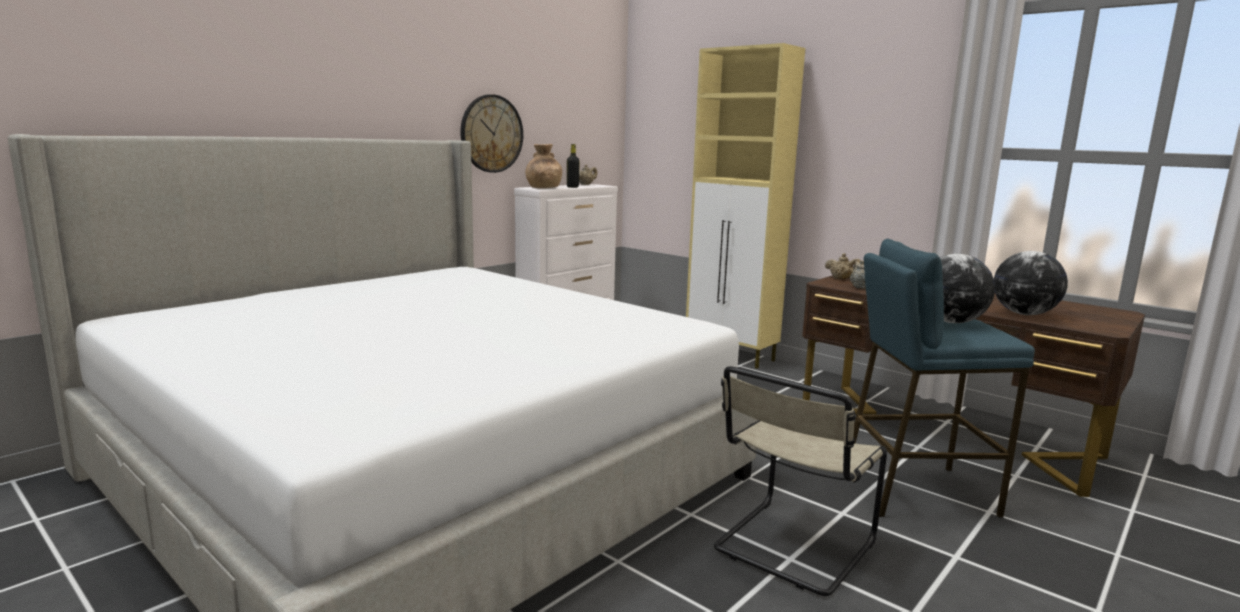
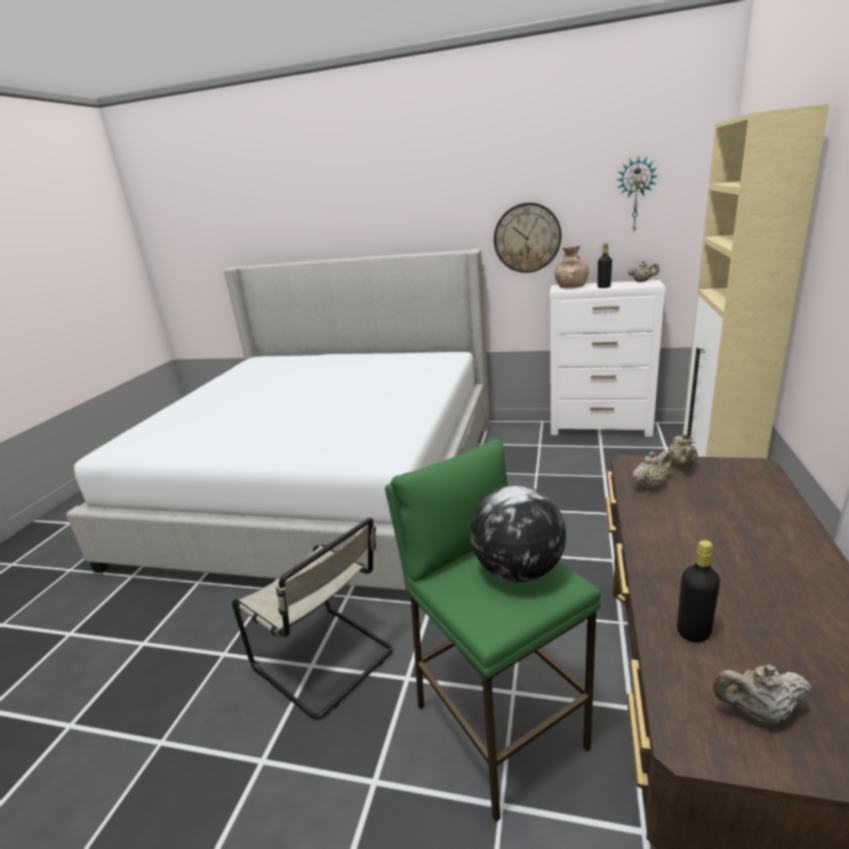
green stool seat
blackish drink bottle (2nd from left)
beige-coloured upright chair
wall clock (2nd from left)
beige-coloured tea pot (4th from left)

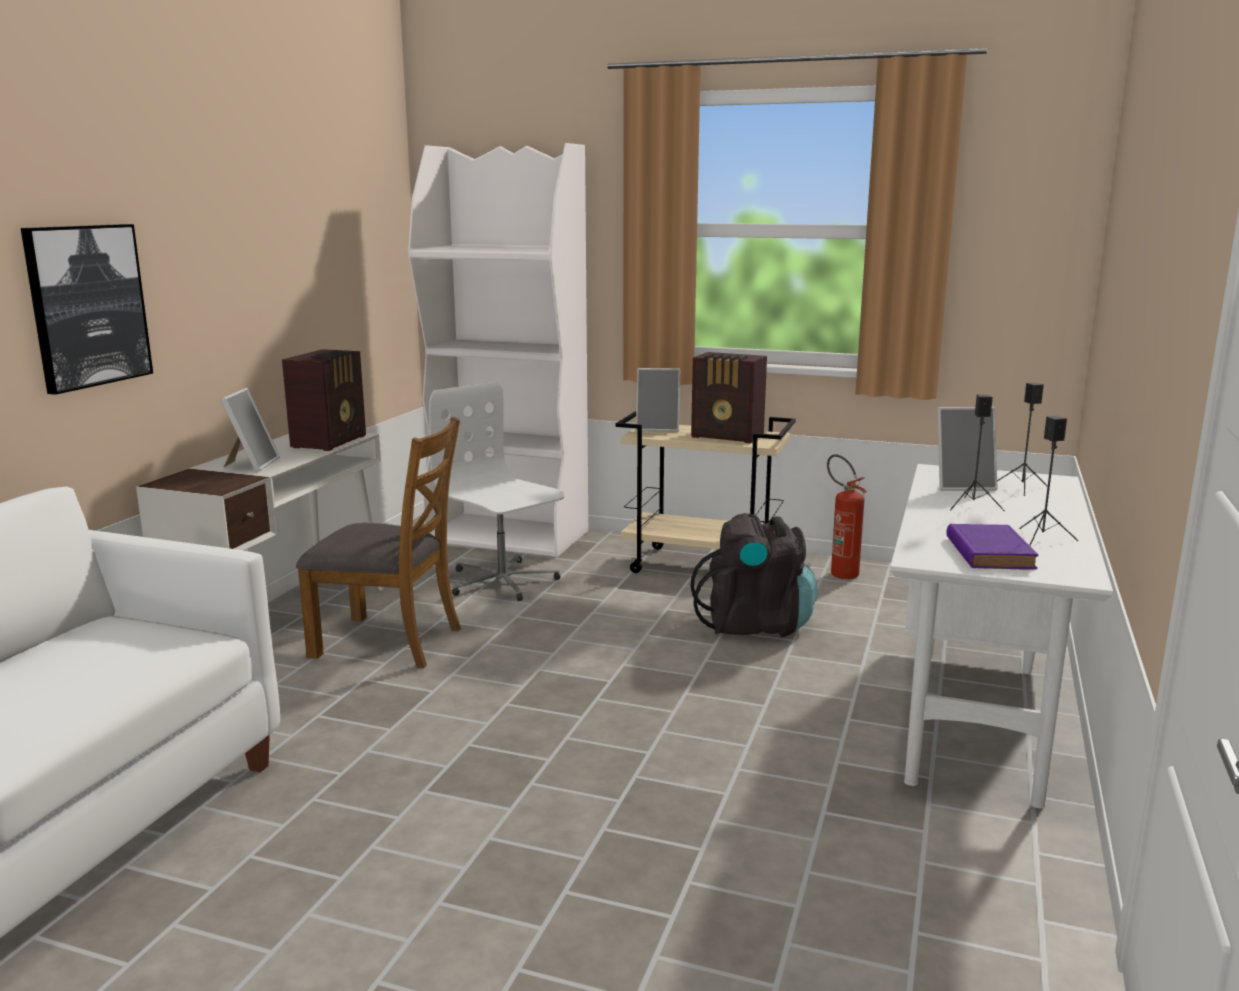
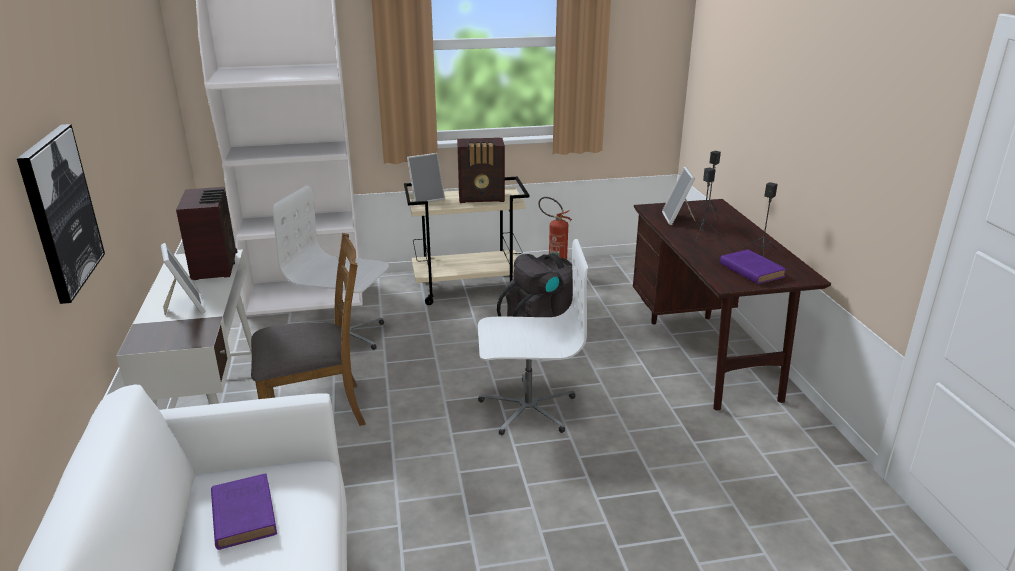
picture frame (3rd from left)
brown desk
white-coloured office chair (2nd from left)
purplish volume (1st from left)

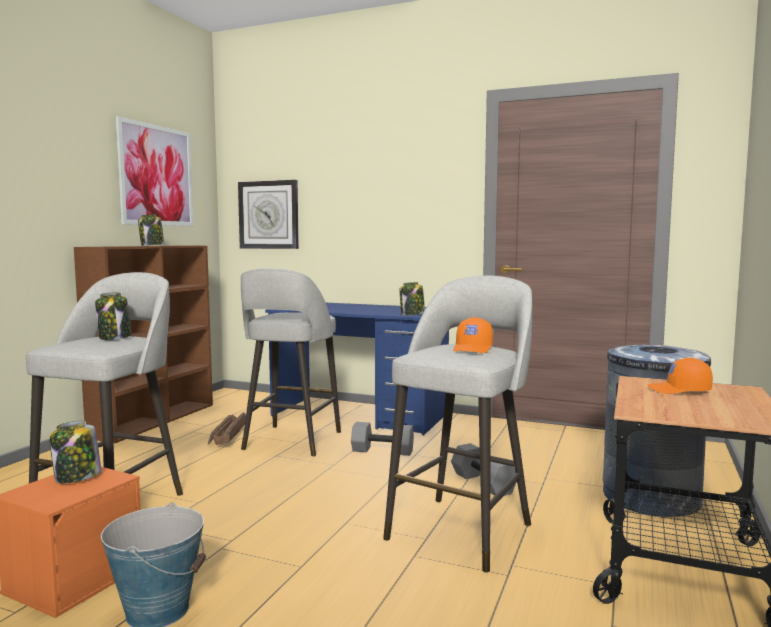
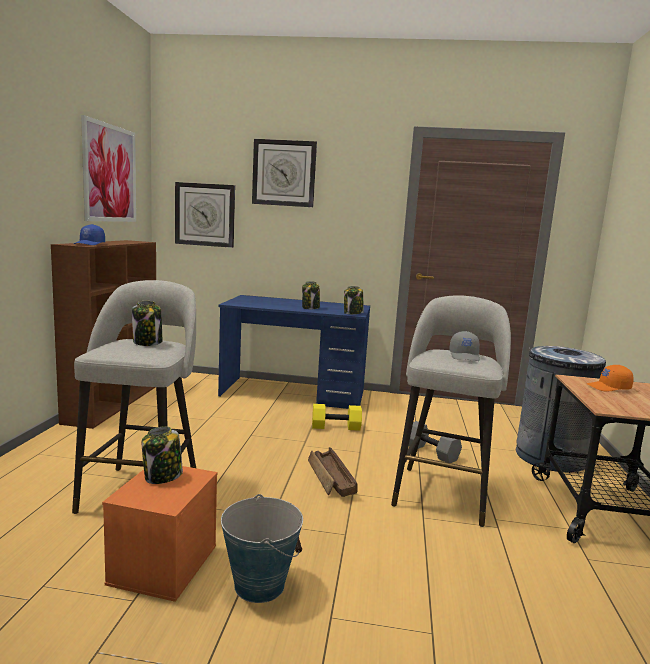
preserve jar (3rd from left)
gray stool seat (2nd from left in the first image)
gray baseball cap
packing crate
yellowish hand weight
wall clock (2nd from left)
bluish baseball cap

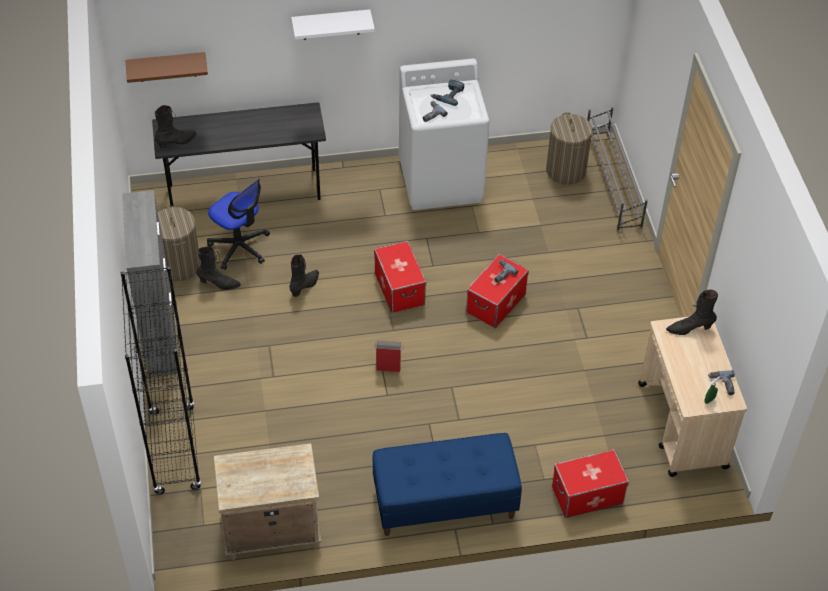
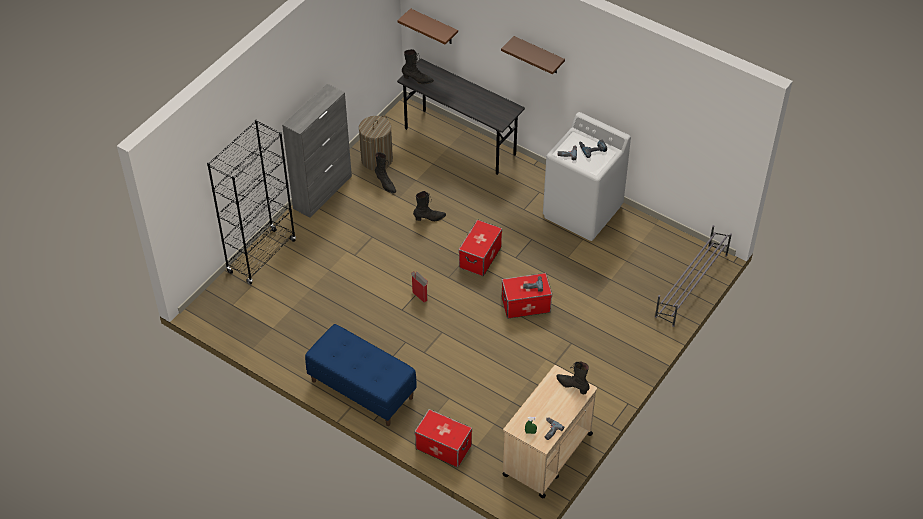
brown wall shelf (2nd from left)
hamper (2nd from left in the first image)
office chair
beige-coloured bedside table

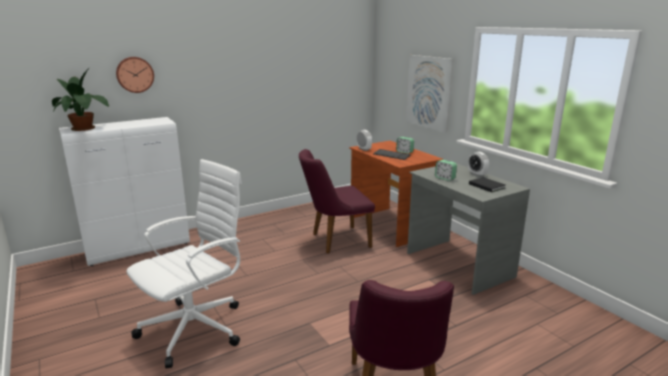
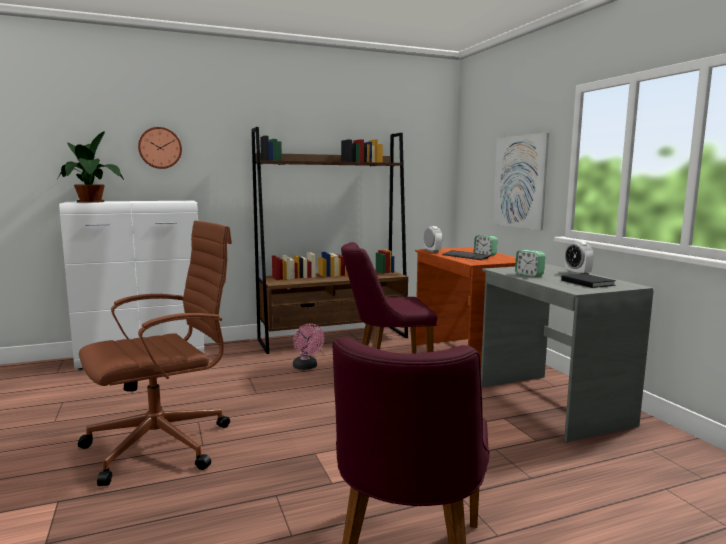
brown office chair
brown shelving unit
pink cooling fan

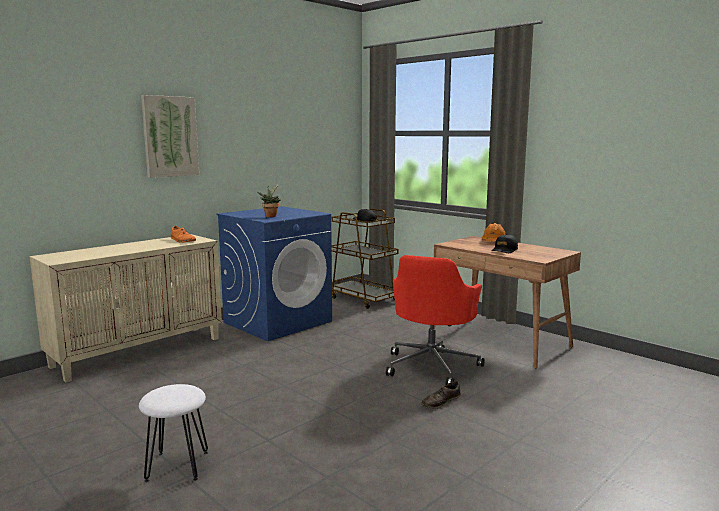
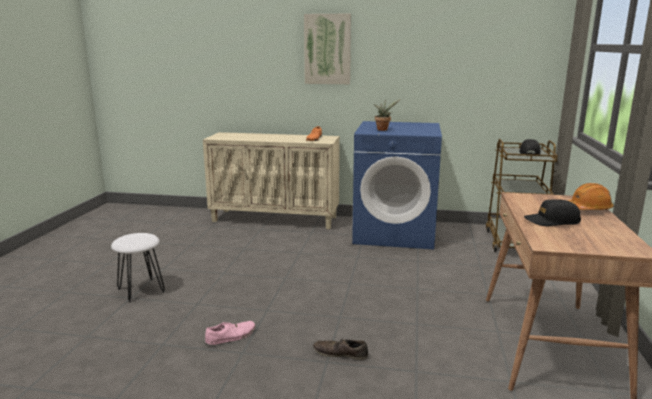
red office chair
pink low shoe

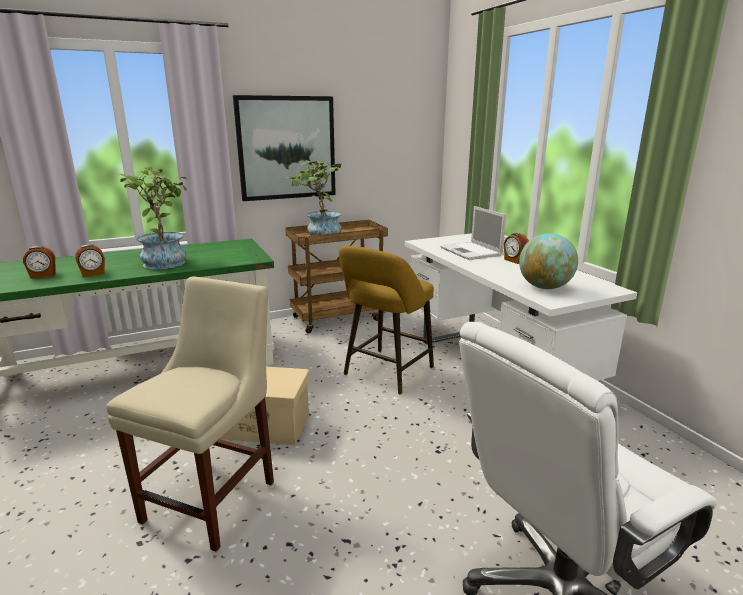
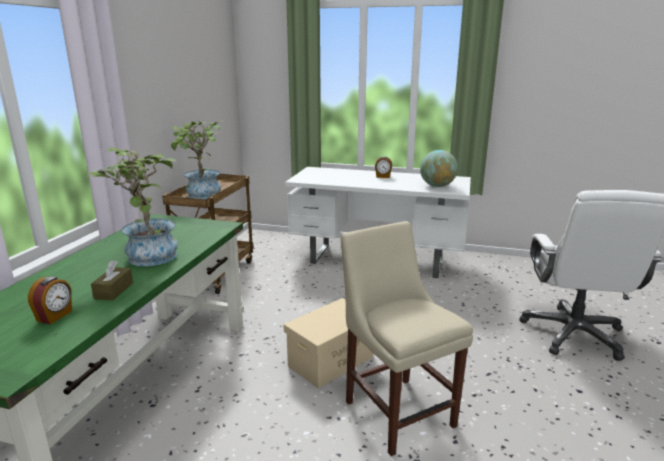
wall picture
laptop
brown box of tissues
yellowish stool seat

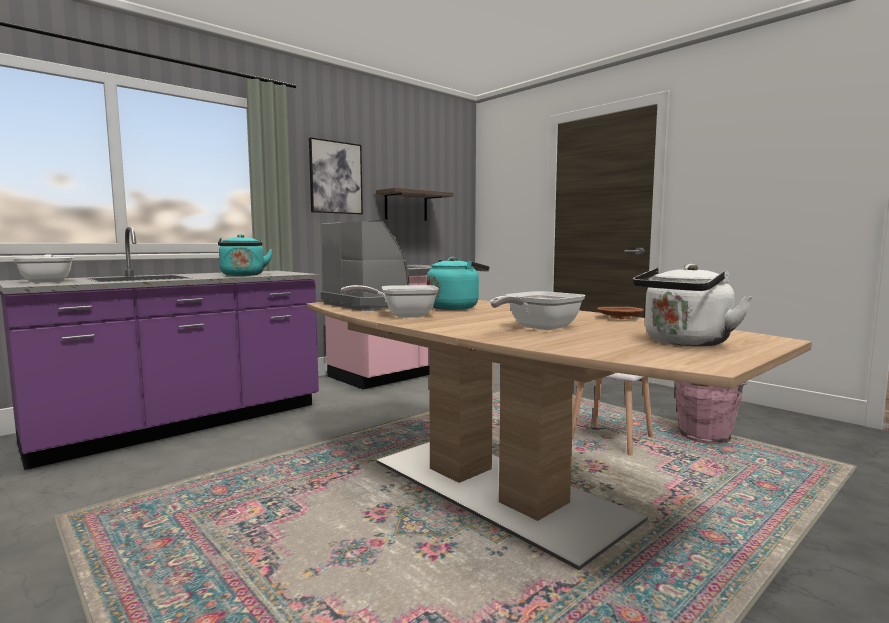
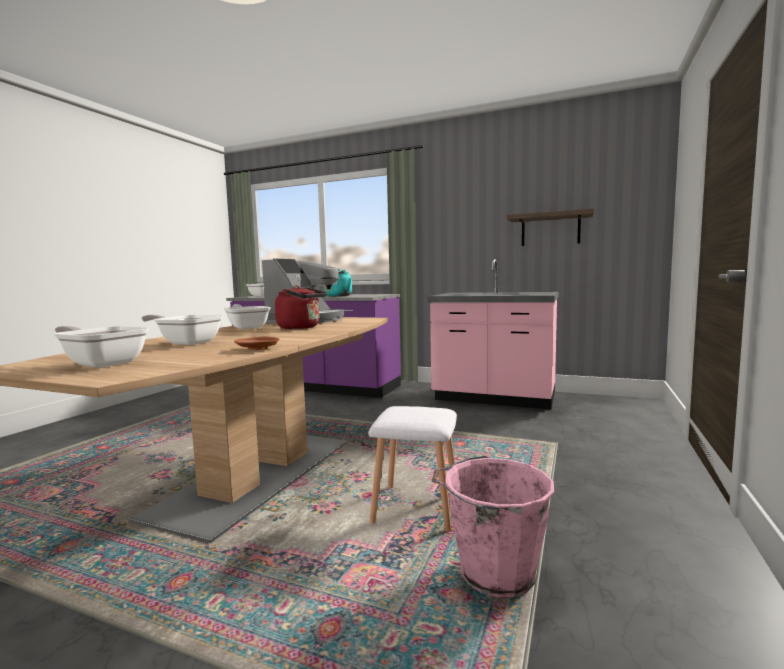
wall picture
red tea kettle
skillet (1st from left)

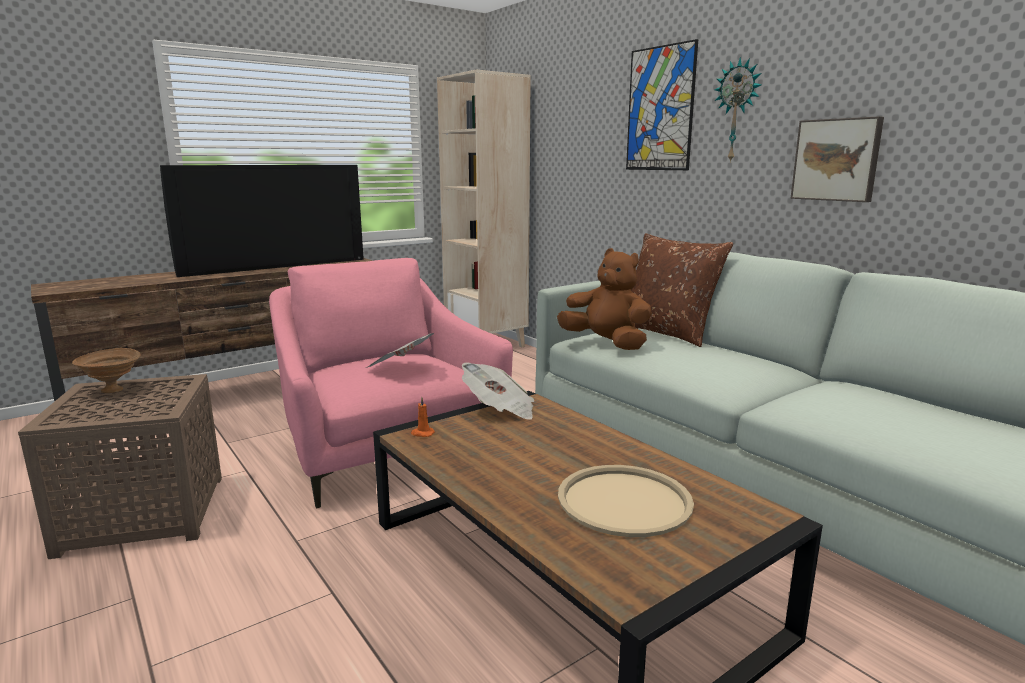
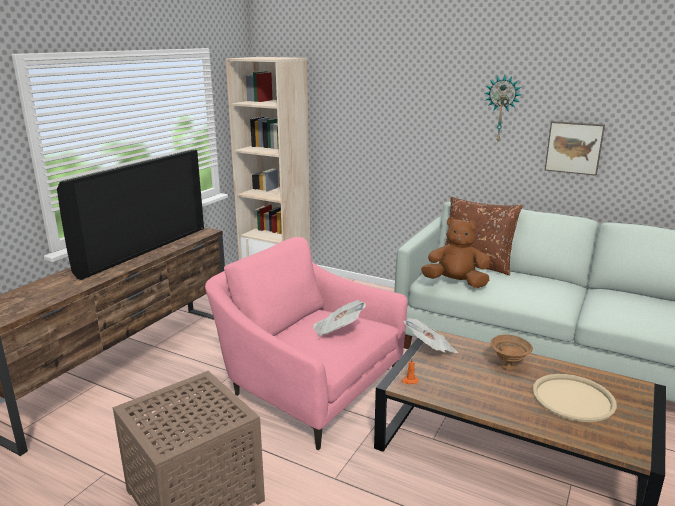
wall picture (1st from left in the first image)
brown bowl

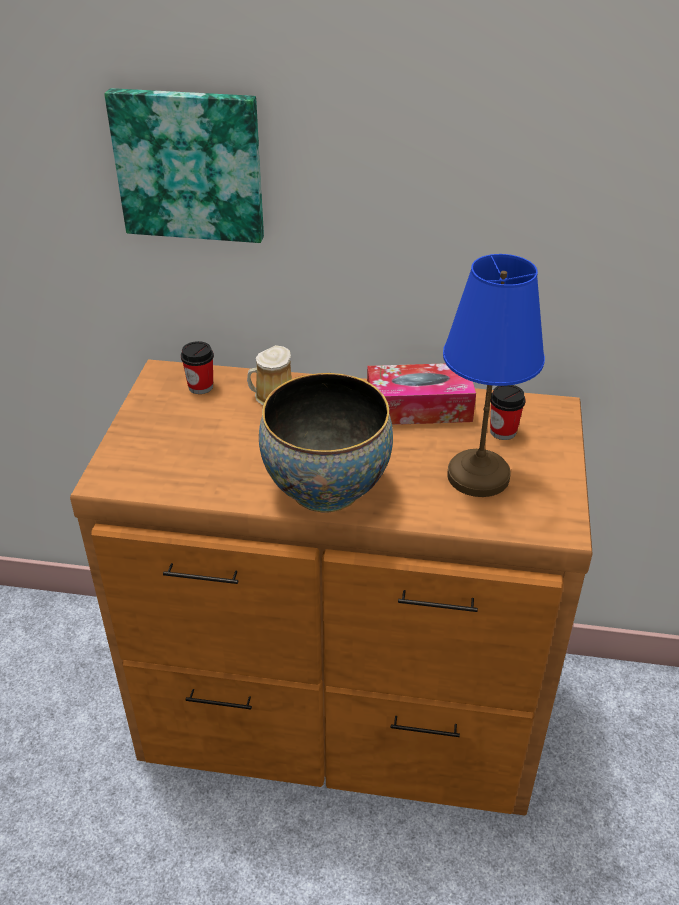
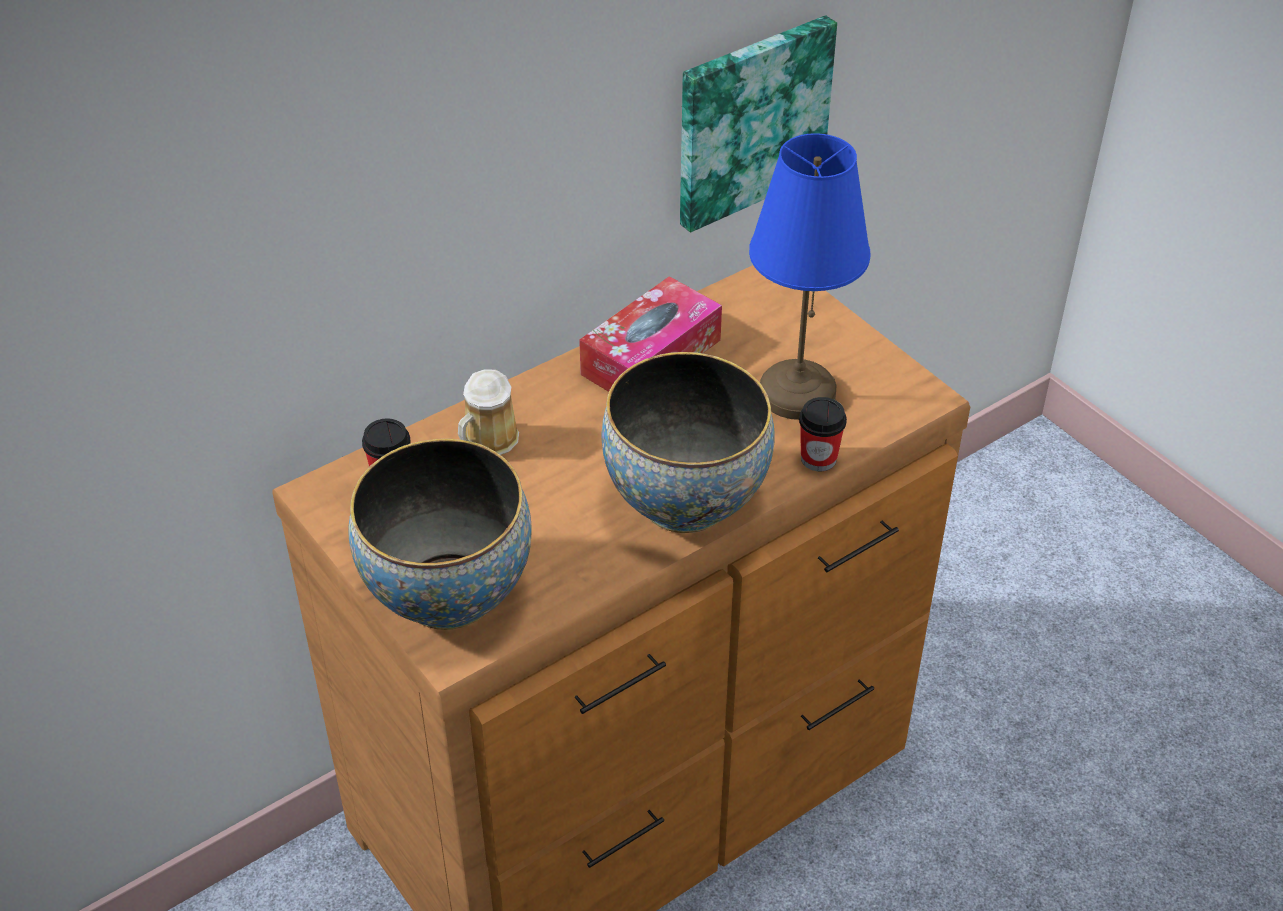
wall picture
cup (2nd from left)
bowl (1st from left)

